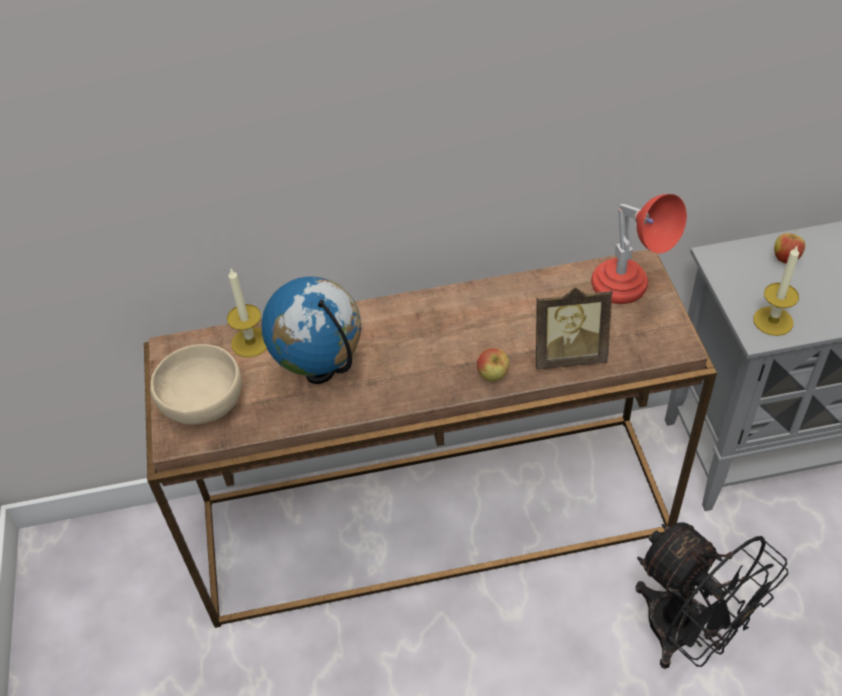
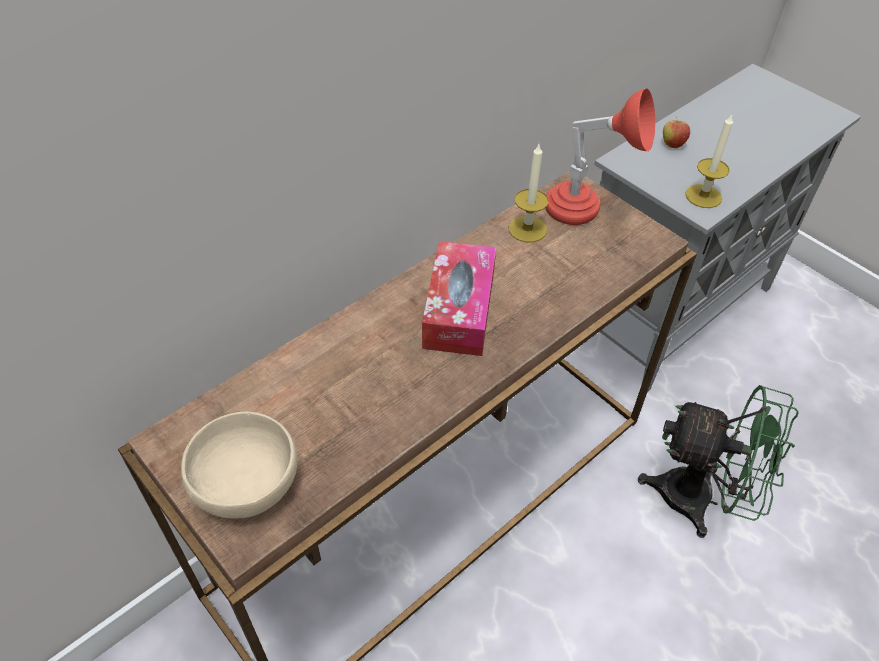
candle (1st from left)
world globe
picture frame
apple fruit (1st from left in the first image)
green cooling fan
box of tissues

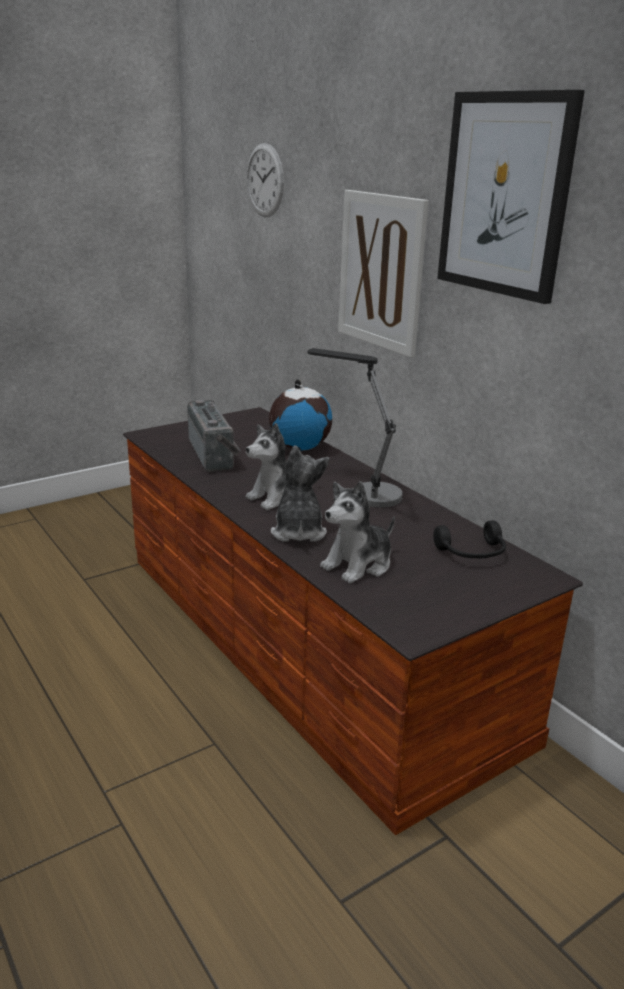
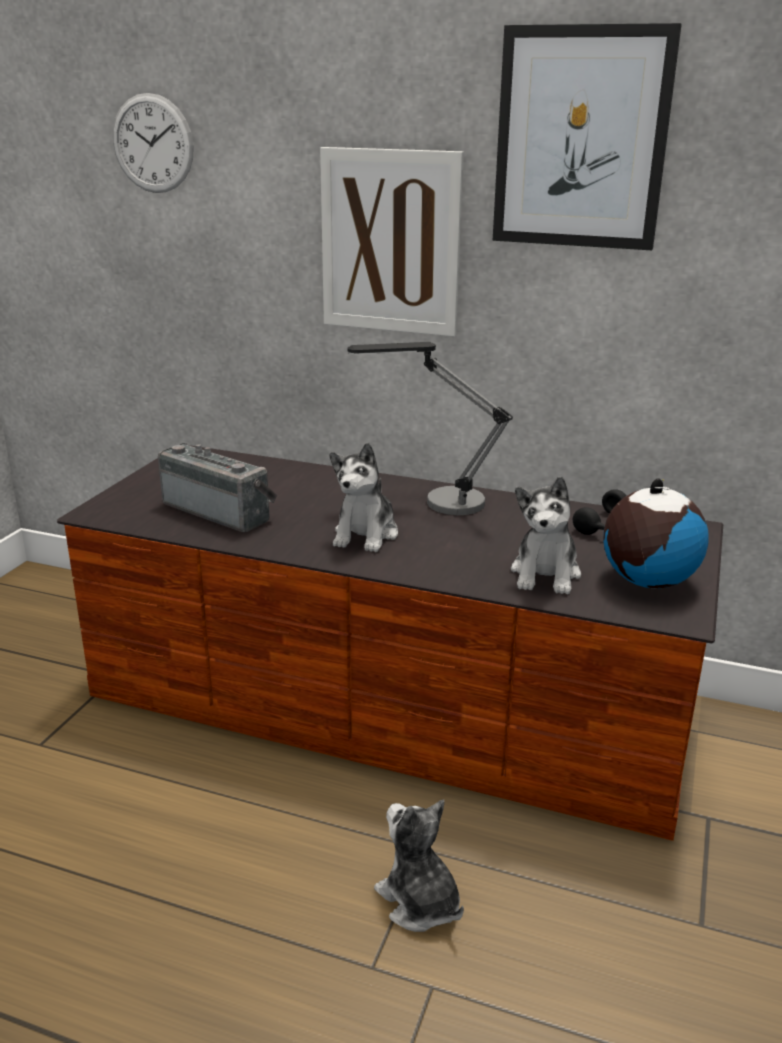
world globe
plush toy (2nd from left)

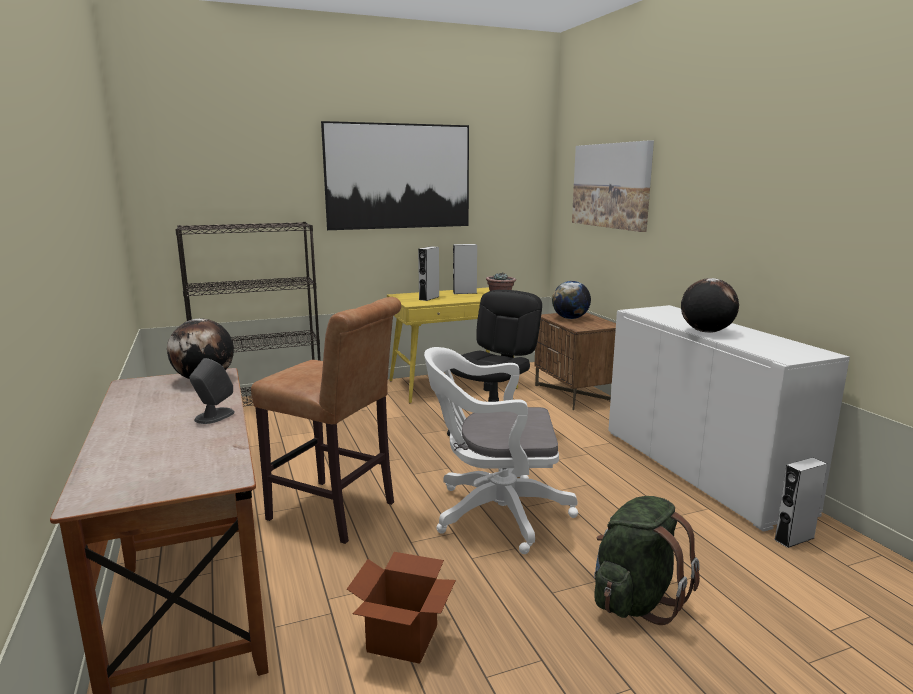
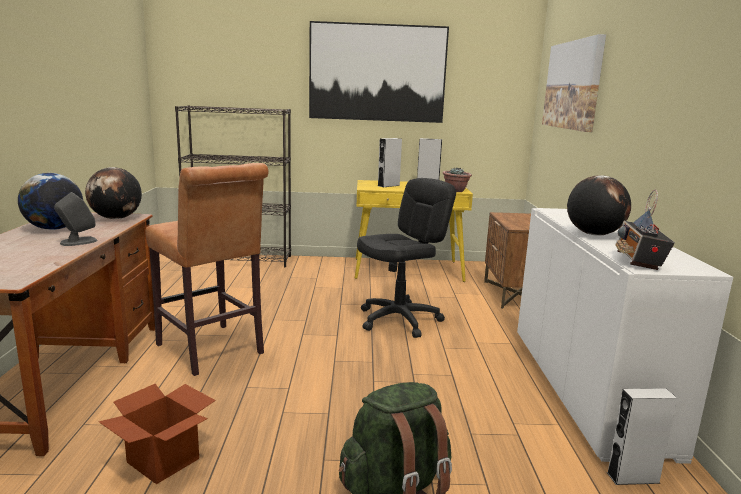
world globe (1st from left)
white-coloured office chair
radio

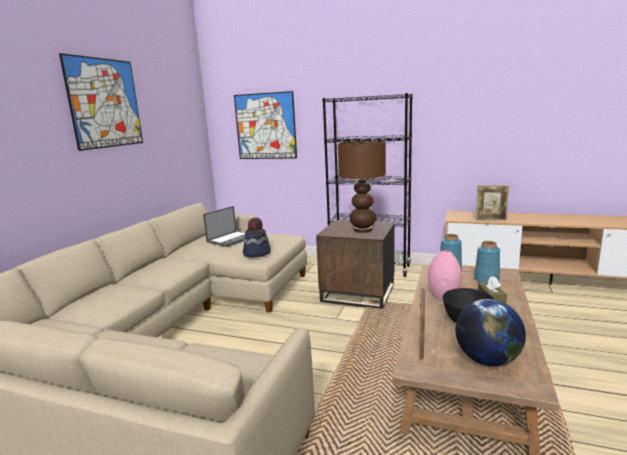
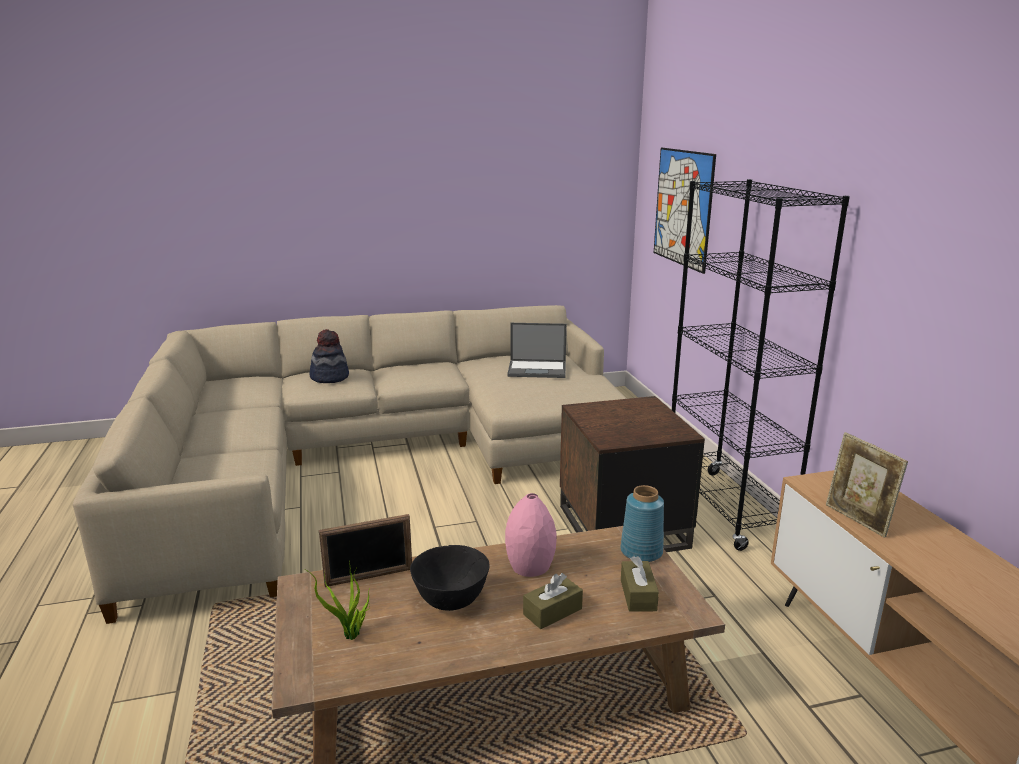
wall picture (1st from left in the first image)
brown tabletop lamp
clothing hat
brown box of tissues (2nd from left)
houseplant

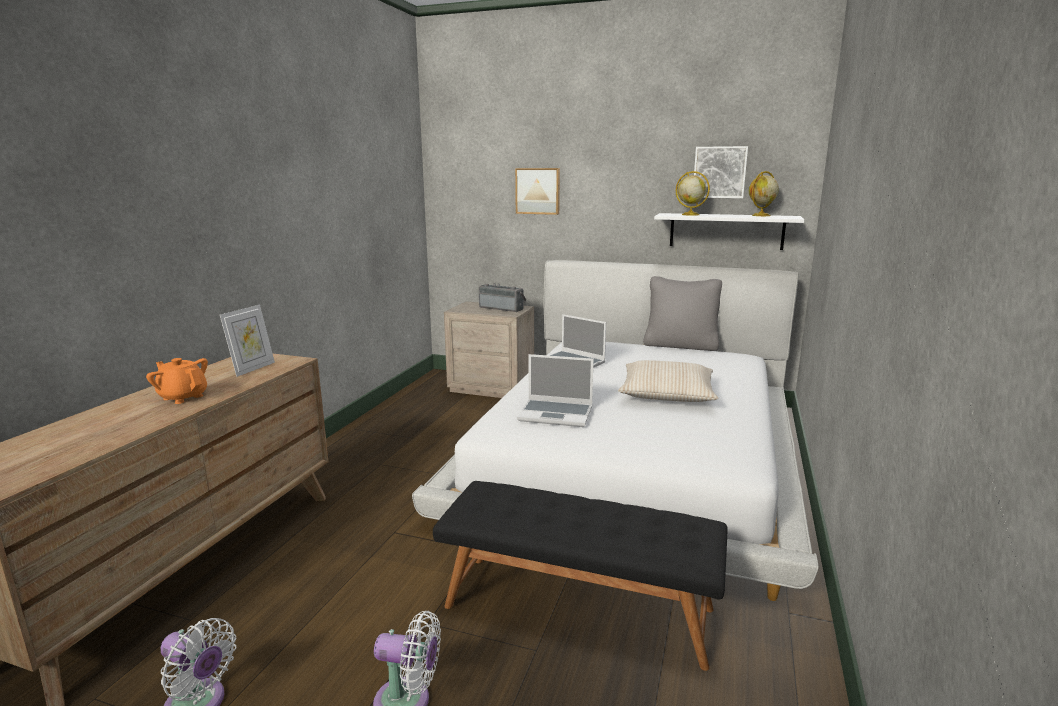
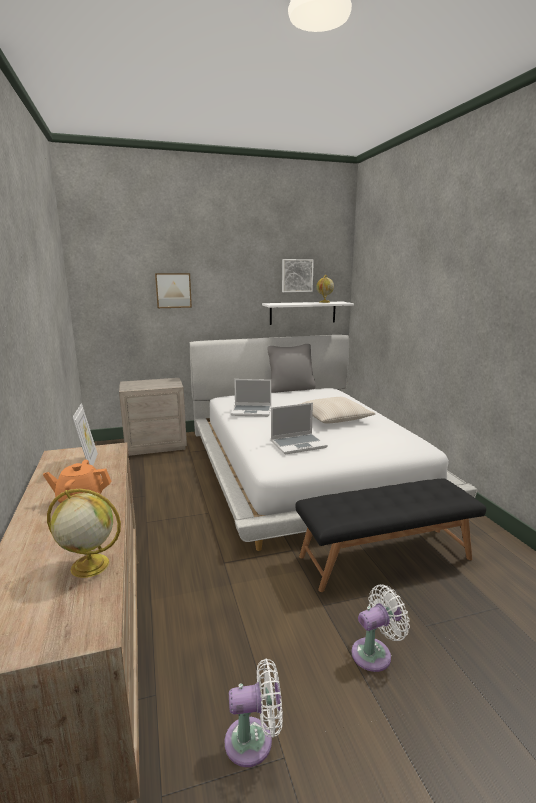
world globe (1st from left)
radio

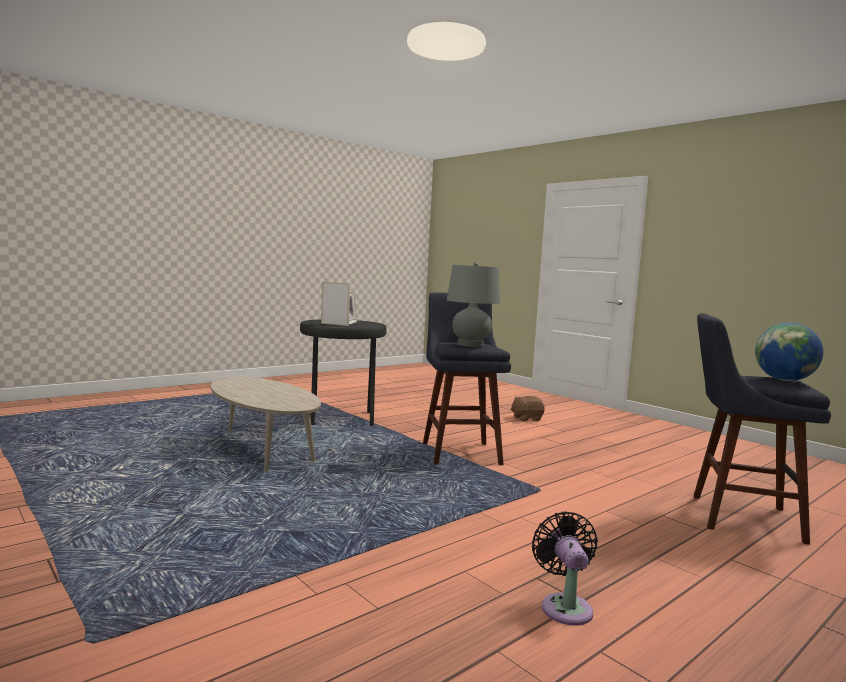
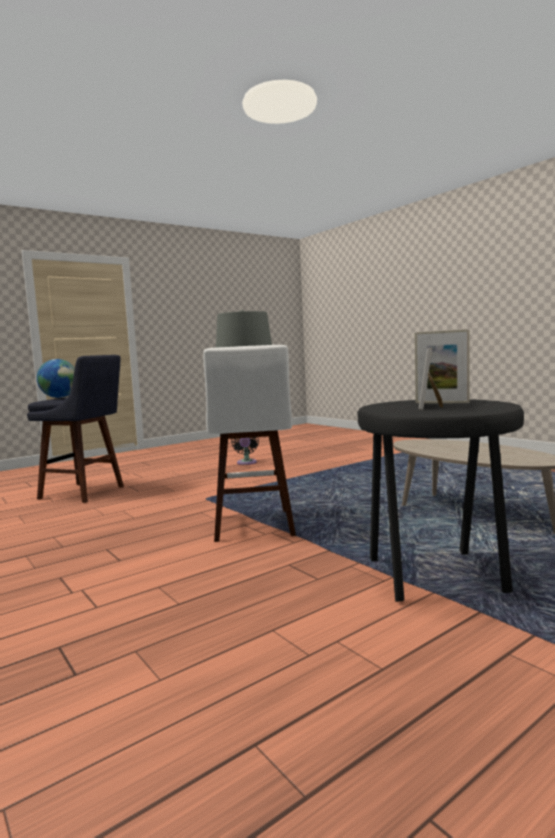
white-coloured stool seat
brown plush toy

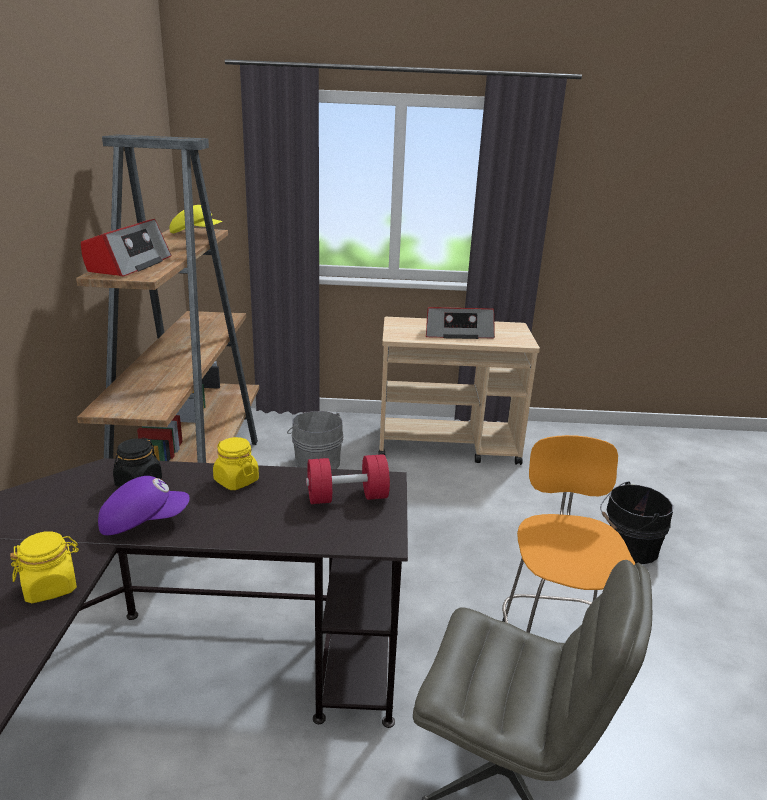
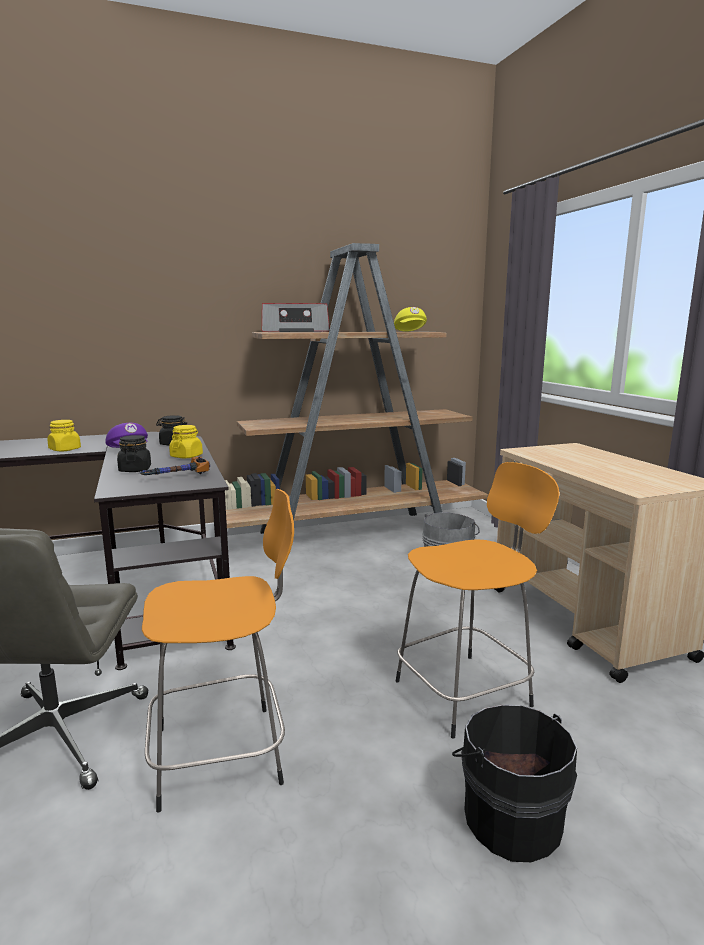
radio (2nd from left in the first image)
tool hammer
blackish preserve jar (1st from left)
orangey stool seat (2nd from left)

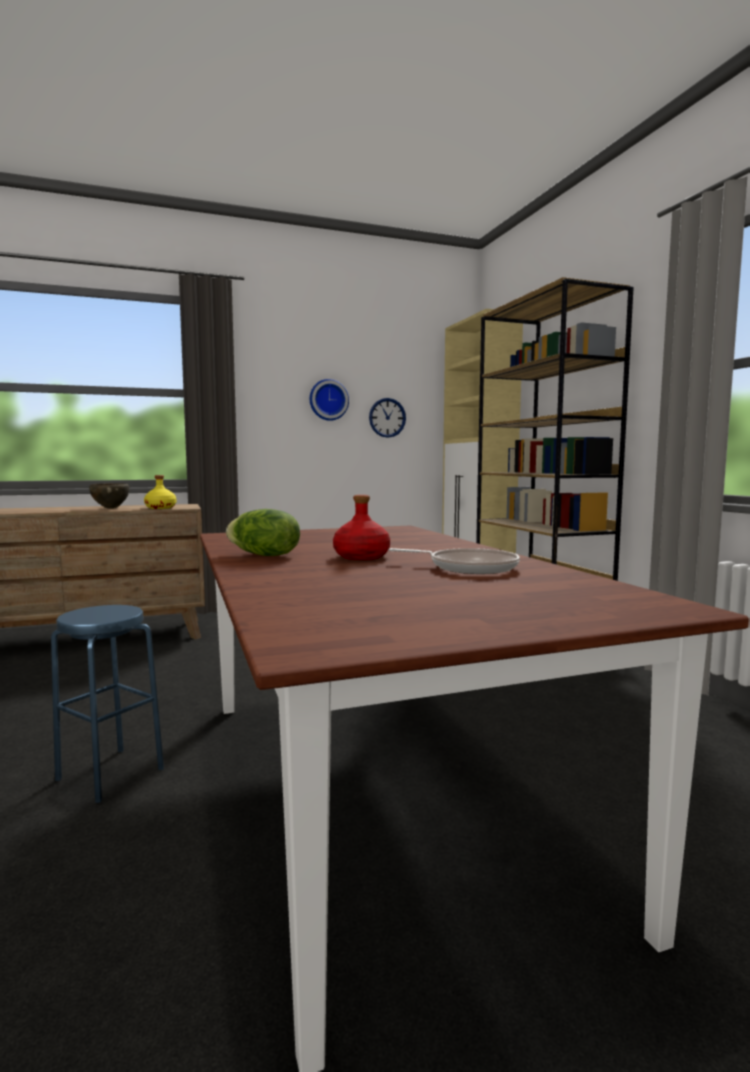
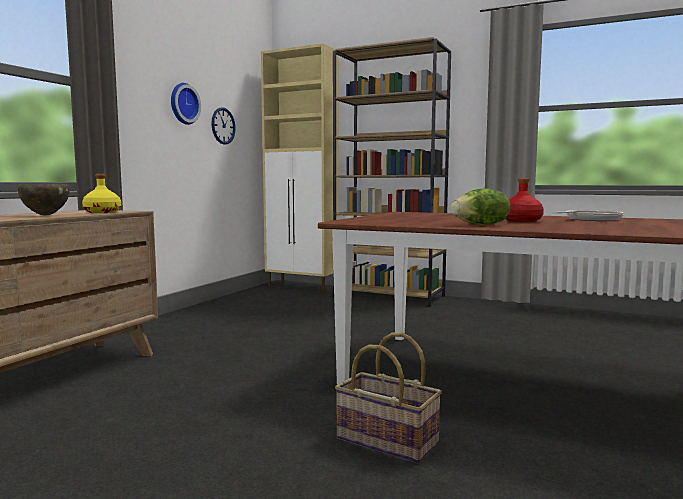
storage basket

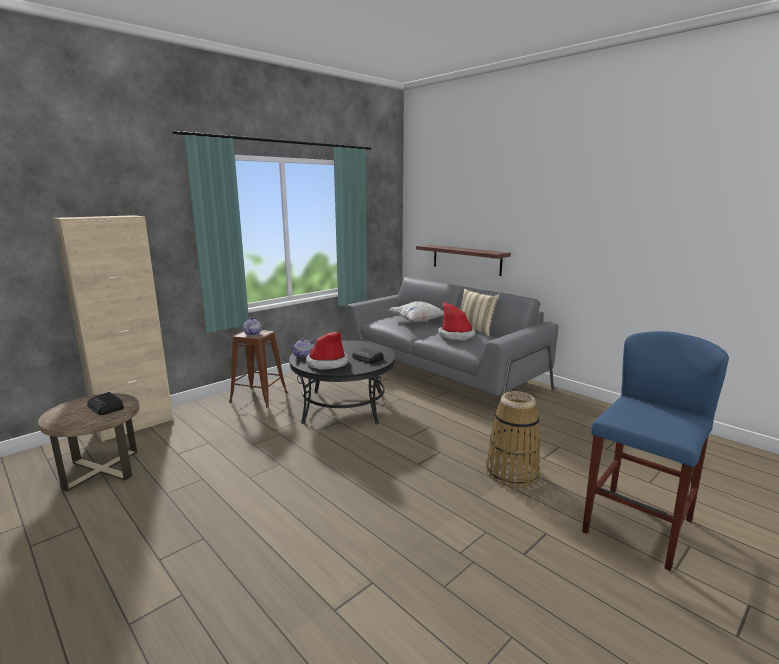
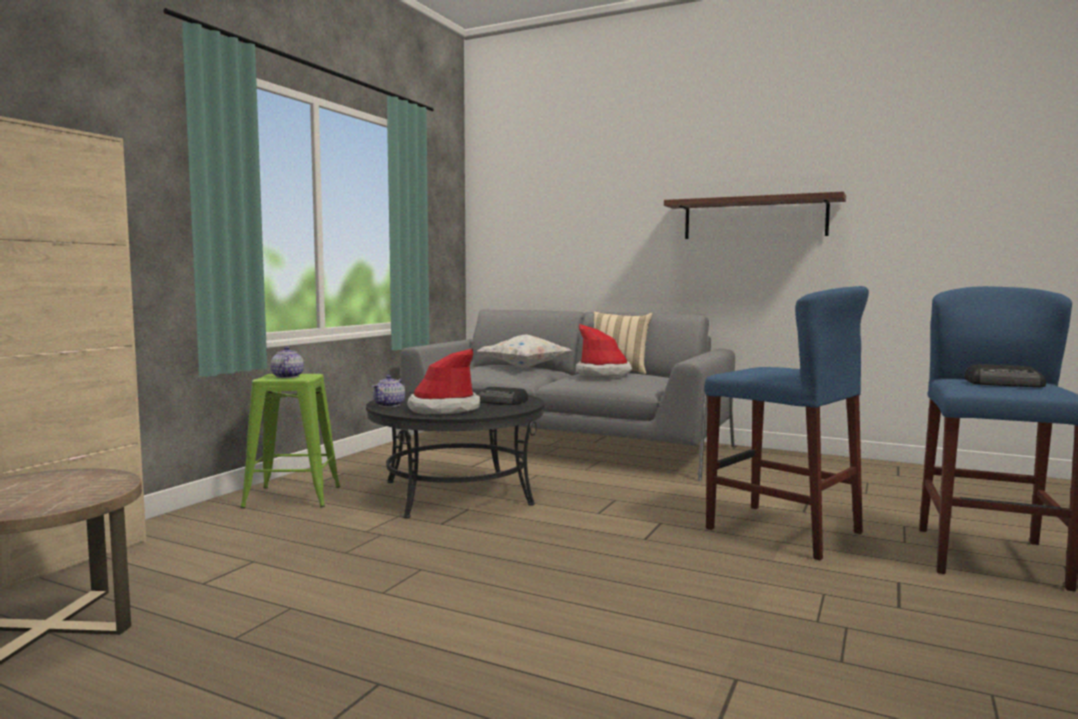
wall shelf
green stool seat
bluish stool seat (1st from left)
radio (2nd from left)

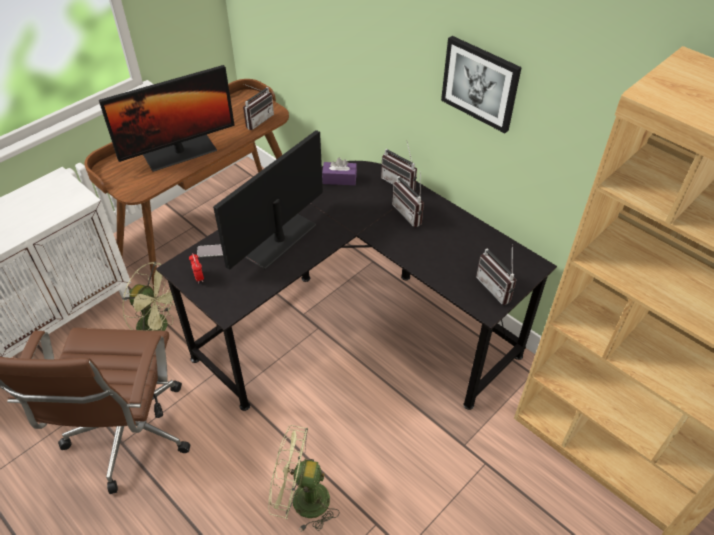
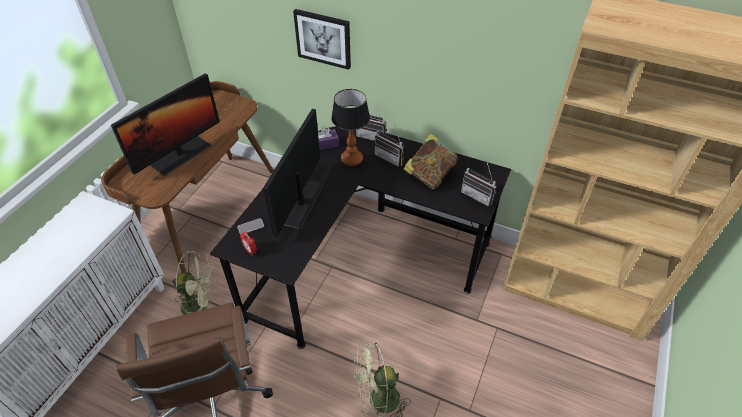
wall picture
radio (1st from left in the first image)
tabletop lamp
volume

